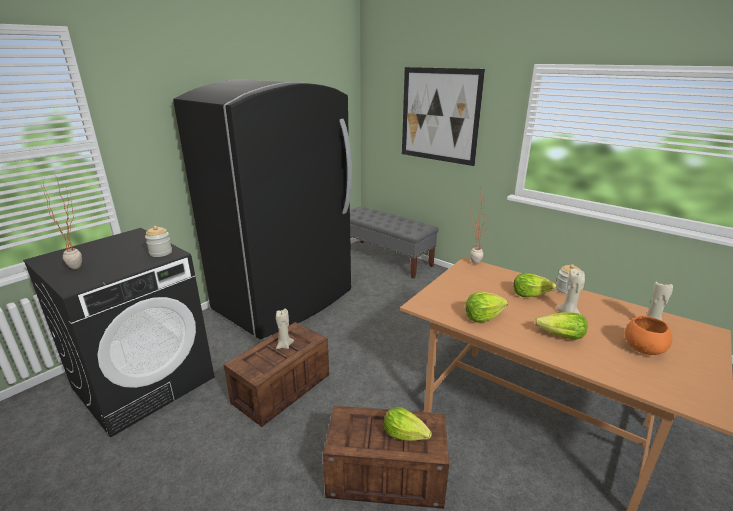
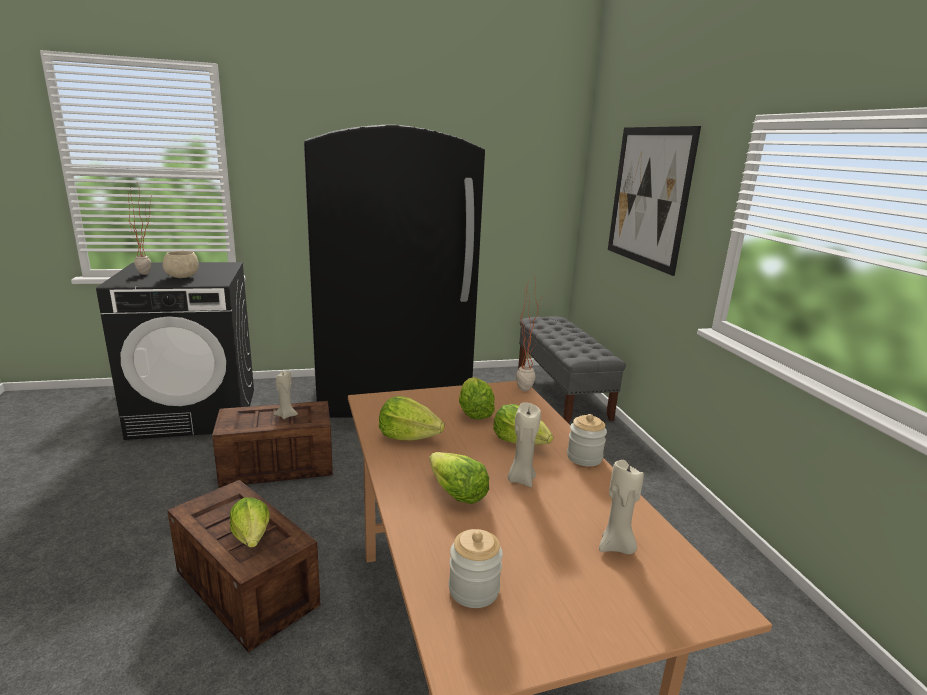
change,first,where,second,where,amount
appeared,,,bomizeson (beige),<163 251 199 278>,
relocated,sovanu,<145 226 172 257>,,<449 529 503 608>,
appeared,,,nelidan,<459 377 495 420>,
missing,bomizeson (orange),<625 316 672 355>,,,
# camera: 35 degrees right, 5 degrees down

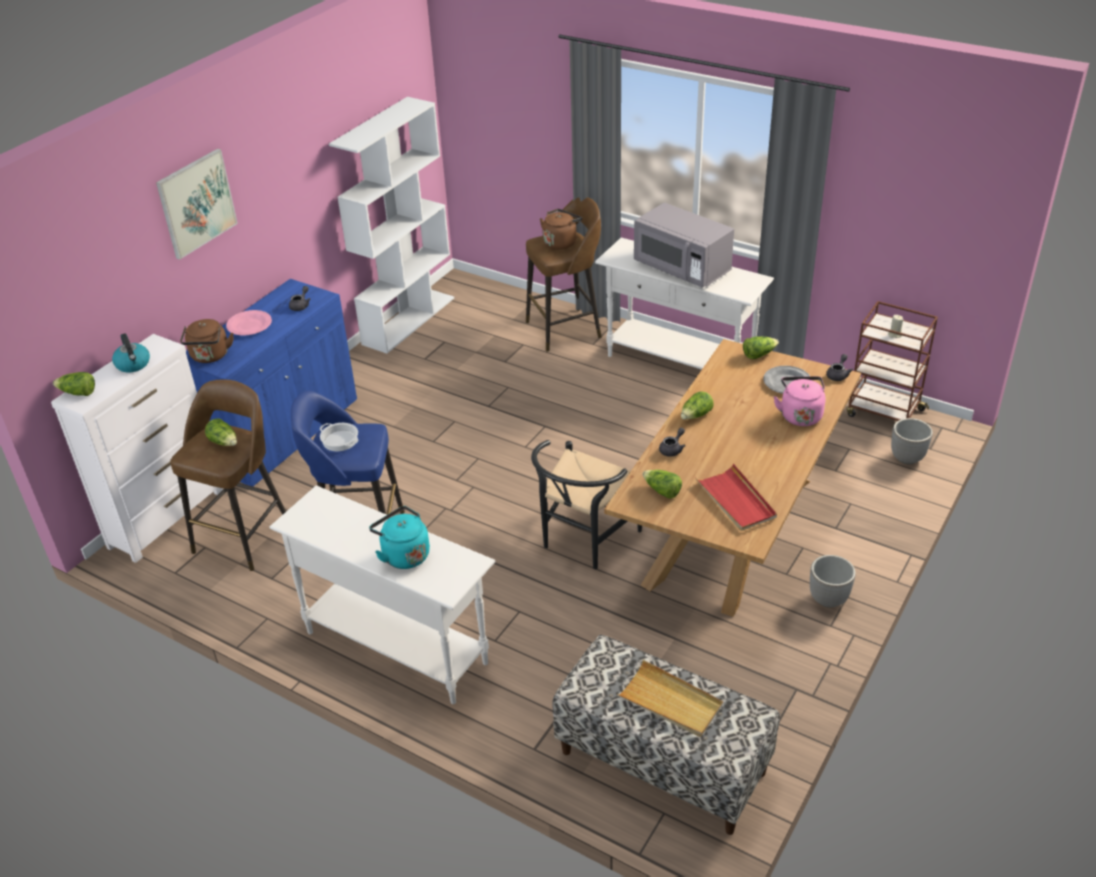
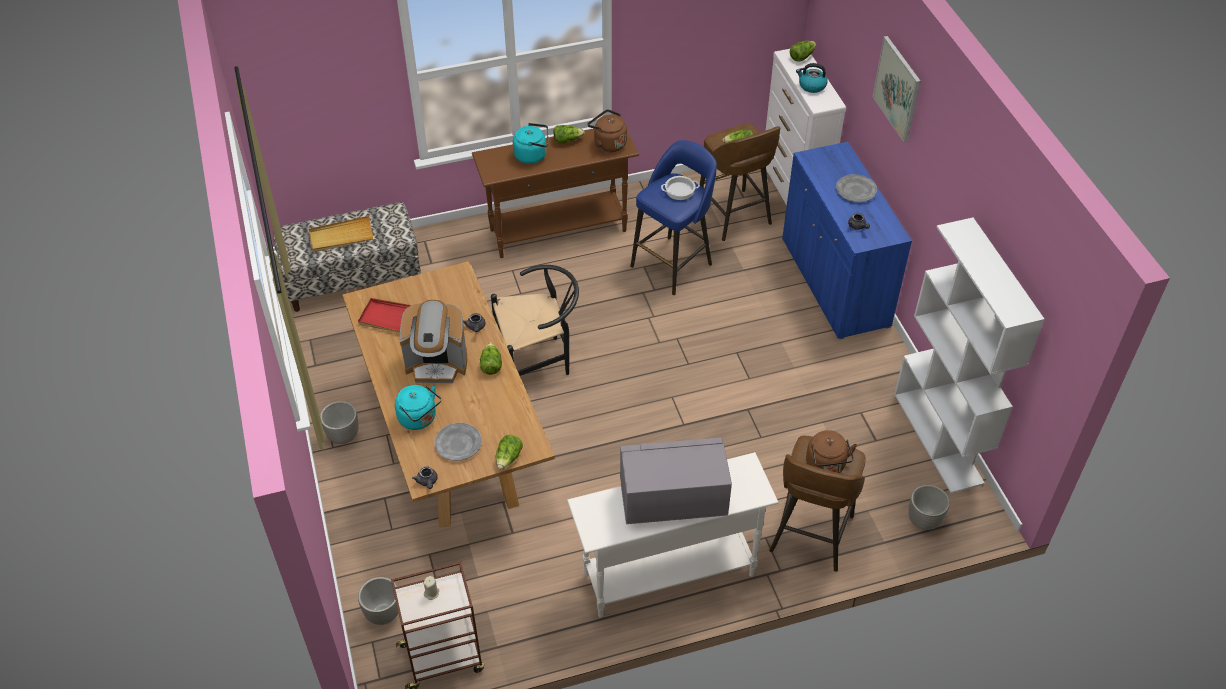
change,first,where,second,where,amount
colour,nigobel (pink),<774 376 826 426>,nigobel (turquoise),<395 385 441 430>,
appeared,,,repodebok,<400 300 467 383>,
colour,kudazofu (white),<269 485 495 704>,kudazofu (brown),<472 129 639 258>,
spun,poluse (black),<531 440 642 569>,,<491 265 579 376>,90 degrees clockwise
relocated,nelidan,<642 470 682 499>,,<554 125 585 144>,
relocated,nigobel (brown),<180 319 233 363>,,<588 110 627 152>,
colour,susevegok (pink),<226 310 272 335>,susevegok (grey),<836 174 877 202>,
appeared,,,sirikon,<908 485 950 530>,
# camera: 130 degrees right, 10 degrees up

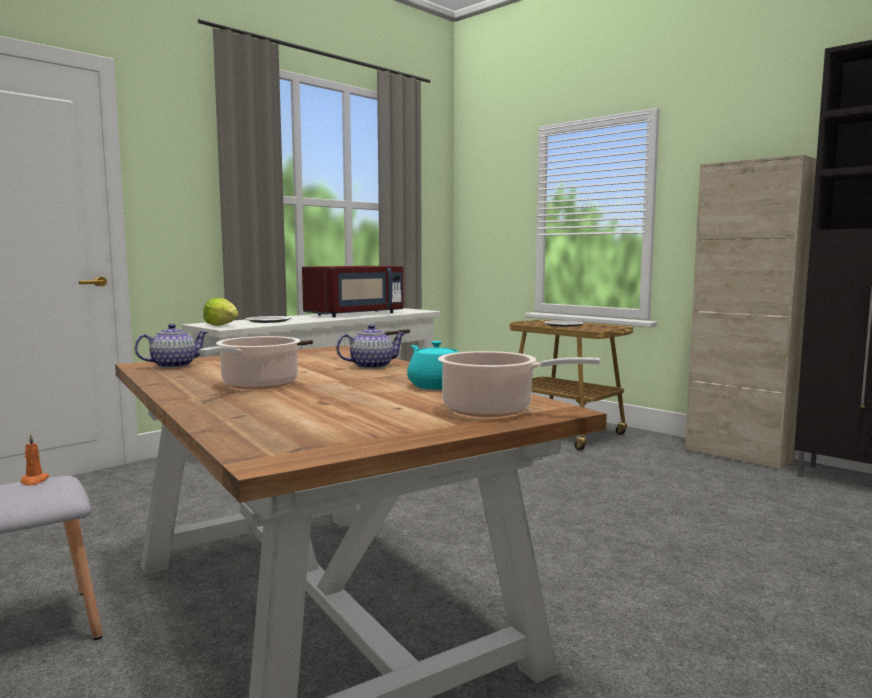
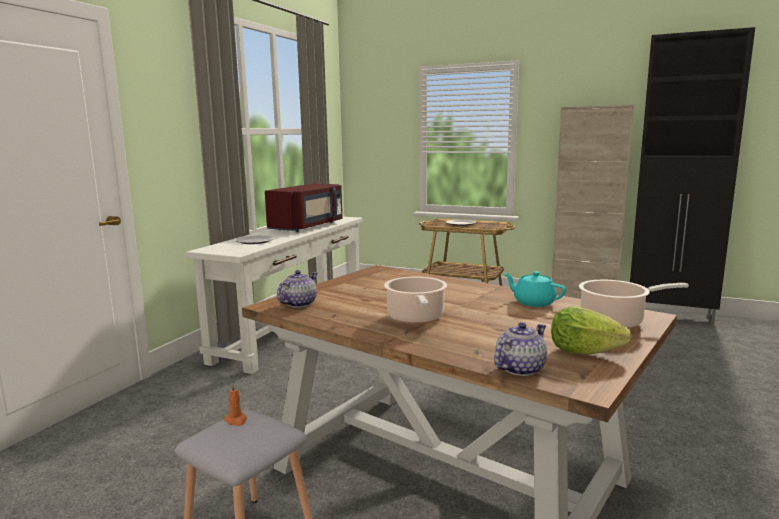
change,first,where,second,where,amount
relocated,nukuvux,<336 324 406 369>,,<494 322 547 376>,
relocated,nelidan,<203 297 239 326>,,<551 307 632 355>,
# camera: 20 degrees left, 5 degrees up

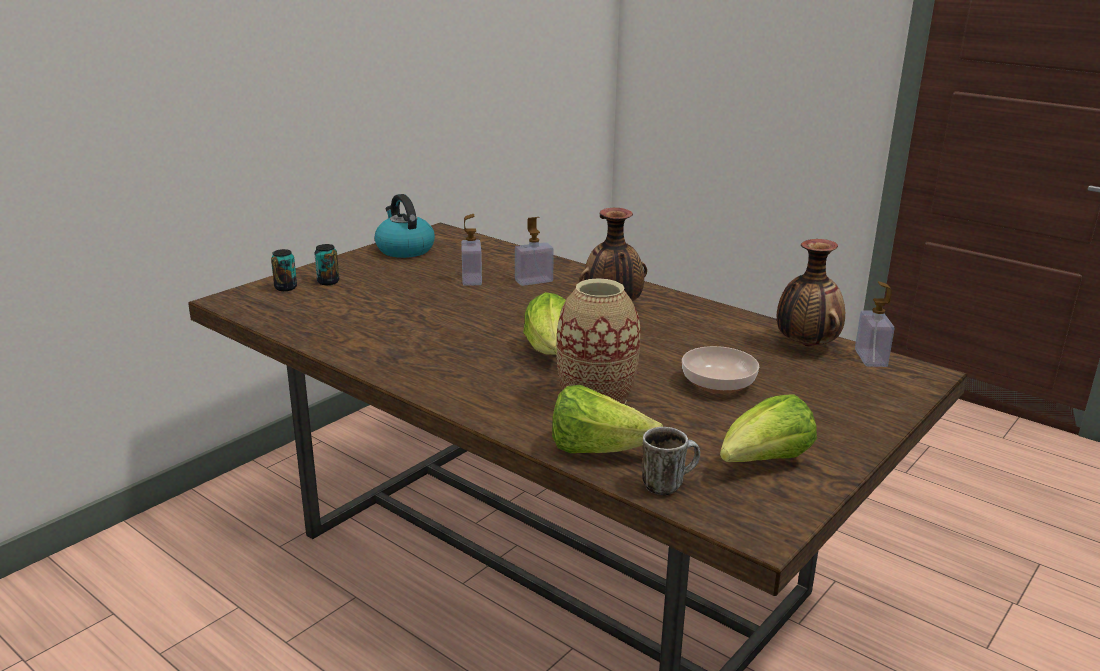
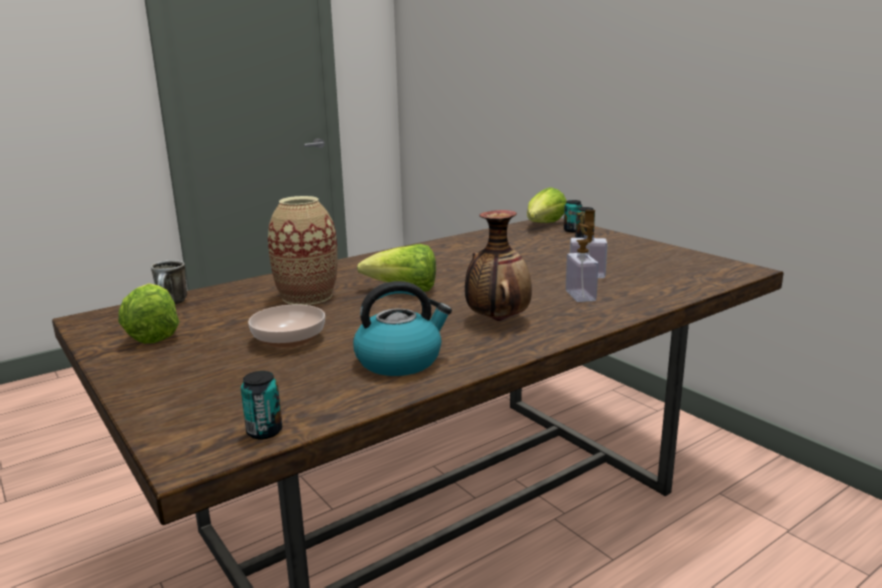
change,first,where,second,where,amount
exchanged,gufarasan,<855 281 894 367>,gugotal,<241 371 282 439>,
relocated,nigobel,<375 194 435 258>,,<353 281 452 376>,
relocated,nelidan,<552 385 663 453>,,<527 187 567 223>,
missing,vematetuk,<777 239 845 347>,,,
# camera: 105 degrees right, 5 degrees down

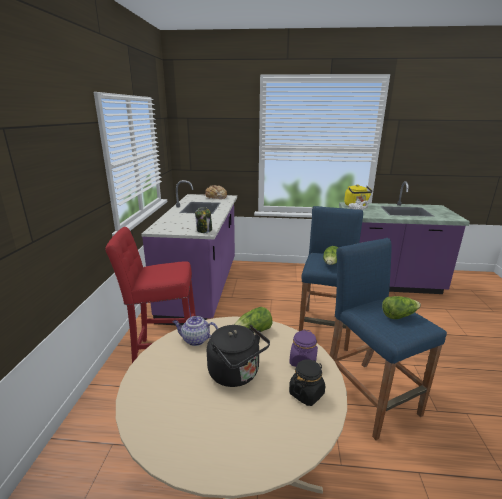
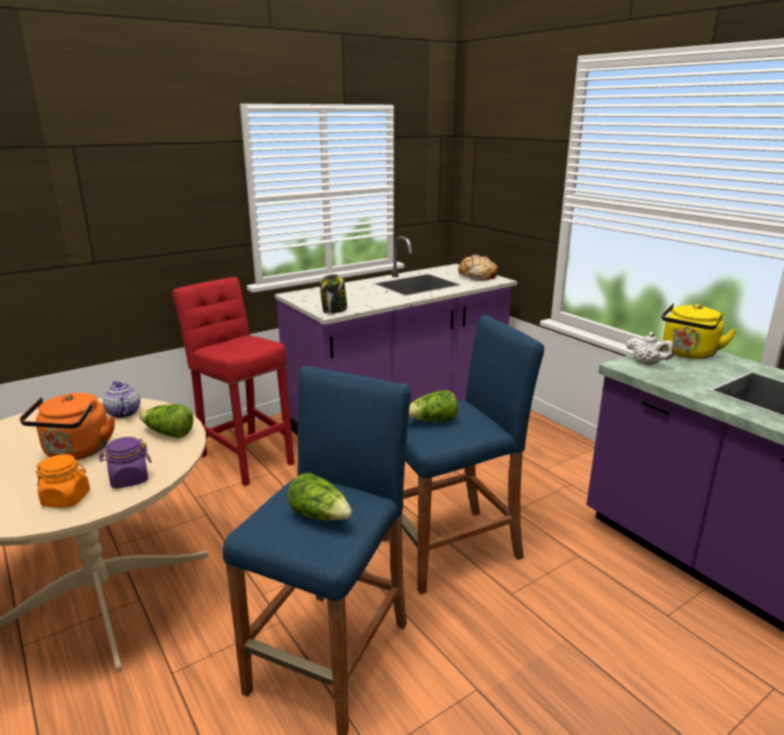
change,first,where,second,where,amount
colour,nigobel (black),<207 325 270 387>,nigobel (orange),<19 393 115 460>,
colour,sovanu (black),<289 360 325 406>,sovanu (orange),<36 454 90 508>,
# camera: 50 degrees right, 0 degrees up

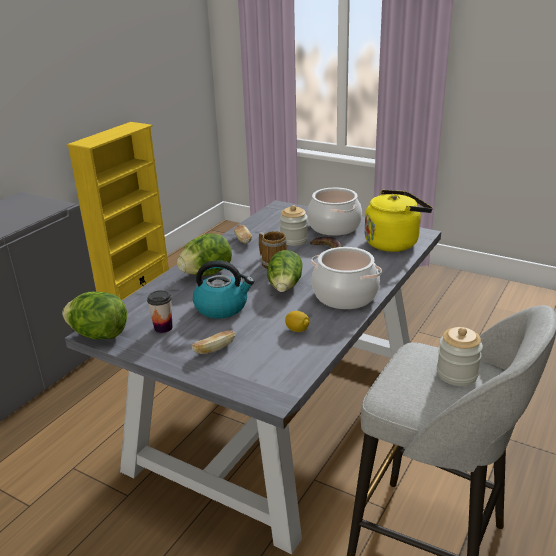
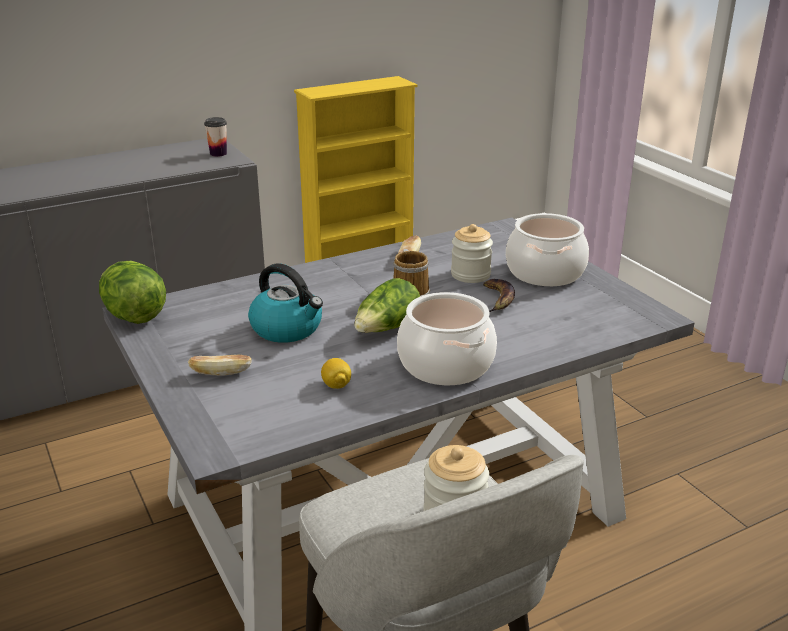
change,first,where,second,where,amount
relocated,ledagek,<147 290 172 333>,,<204 117 227 157>,
missing,nelidan,<177 233 232 276>,,,
missing,nigobel (yellow),<365 190 433 252>,,,
# camera: 30 degrees right, 0 degrees up

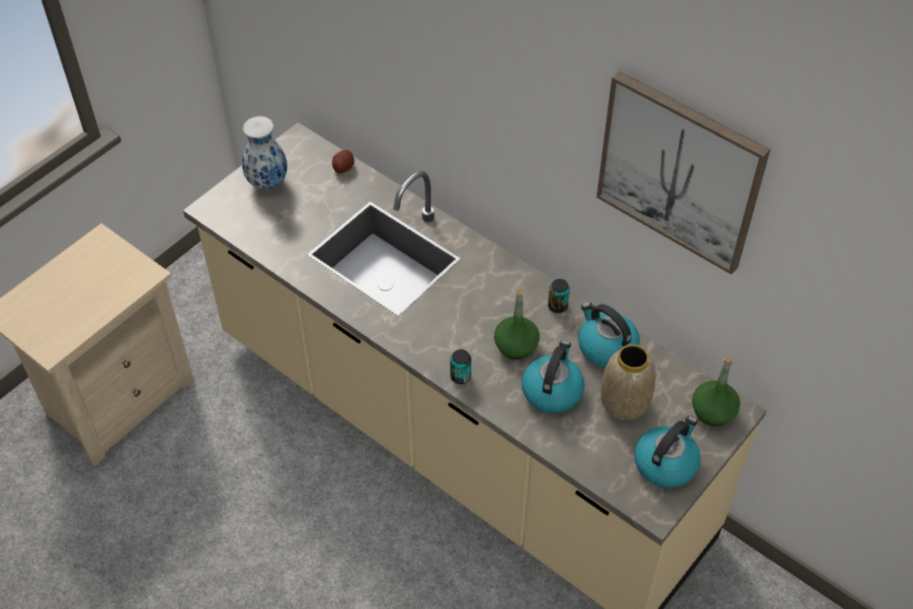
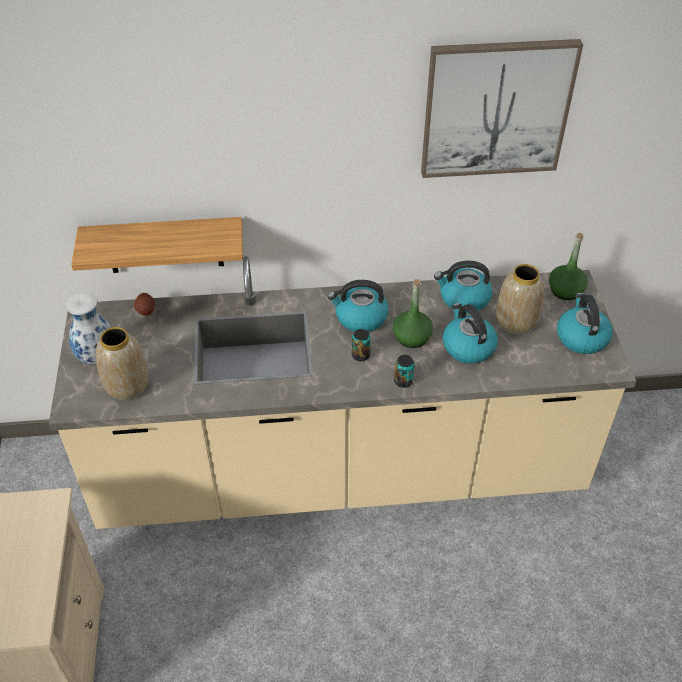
change,first,where,second,where,amount
appeared,,,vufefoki,<71 217 243 273>,
appeared,,,vematetuk,<96 327 149 400>,
appeared,,,nigobel,<328 280 389 332>,
relocated,gugotal,<548 279 570 313>,,<352 329 371 361>,
# camera: 45 degrees left, 5 degrees down

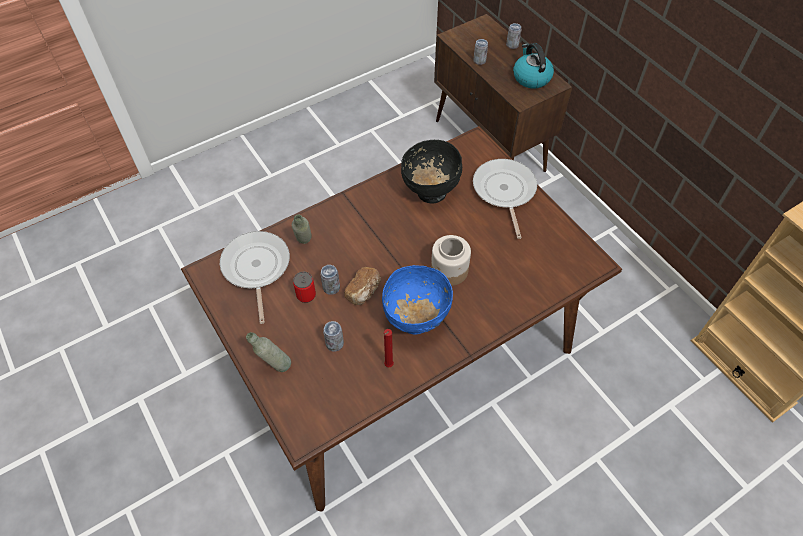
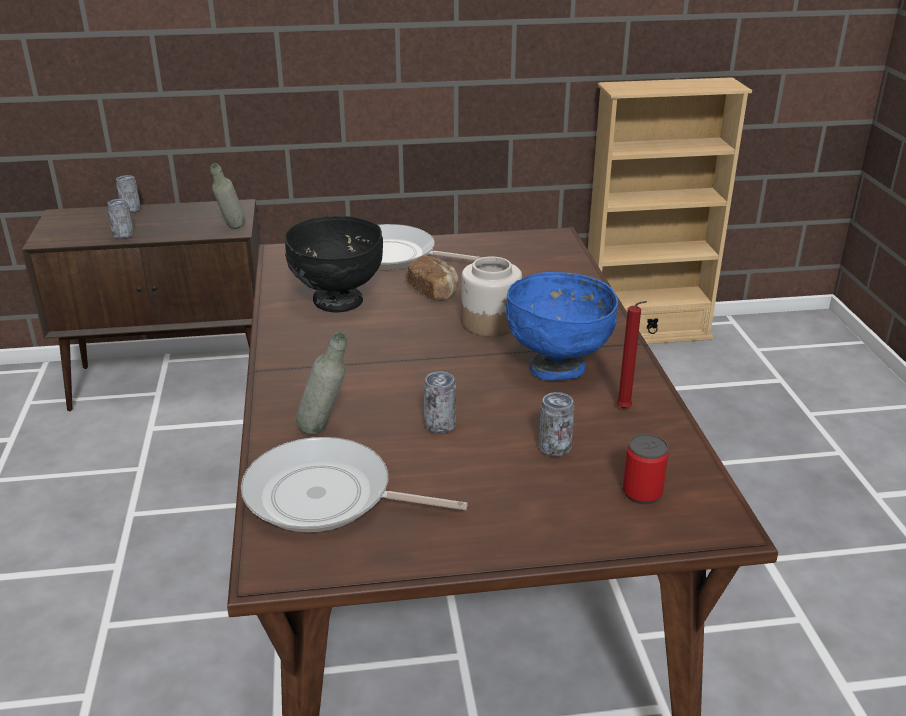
change,first,where,second,where,amount
relocated,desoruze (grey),<246 332 291 372>,,<210 163 246 229>,
relocated,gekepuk,<344 267 381 305>,,<405 256 459 300>,
relocated,gugotal,<293 272 316 303>,,<623 434 669 504>,
missing,nigobel,<513 43 554 89>,,,
# camera: 65 degrees left, 25 degrees down

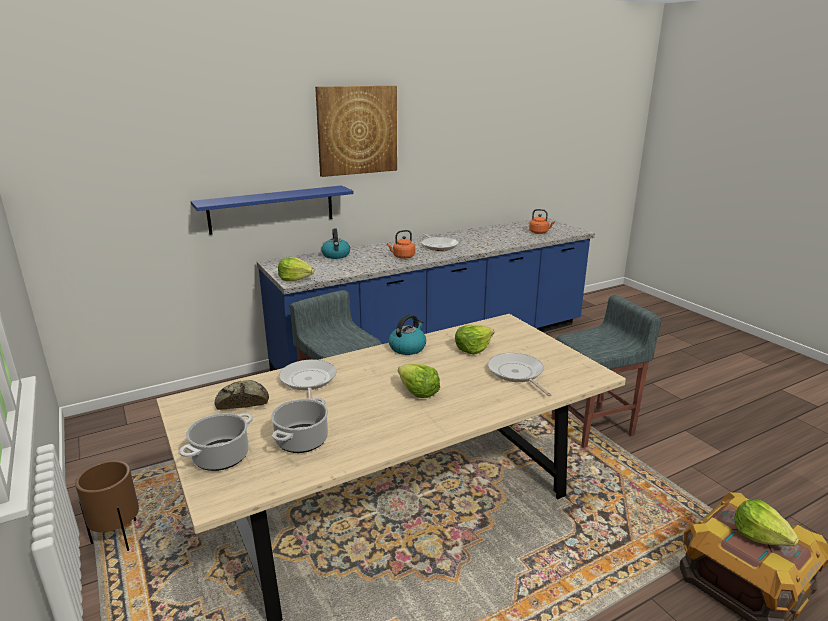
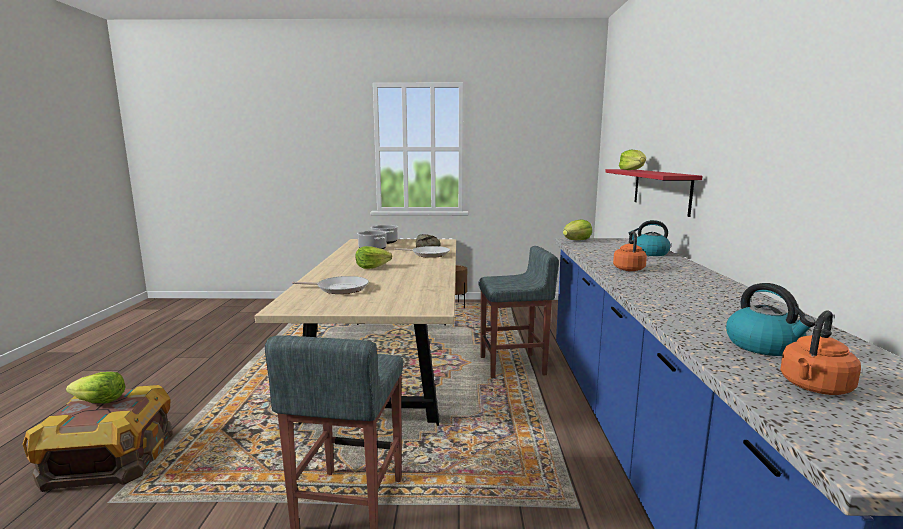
change,first,where,second,where,amount
colour,vufefoki (blue),<191 185 354 235>,vufefoki (red),<605 169 702 217>,
relocated,nelidan,<455 324 494 355>,,<619 150 646 170>,
relocated,nigobel,<389 314 426 355>,,<726 283 816 356>,
missing,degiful,<315 86 397 177>,,,
missing,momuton,<422 233 459 251>,,,
# camera: 120 degrees right, 10 degrees down

